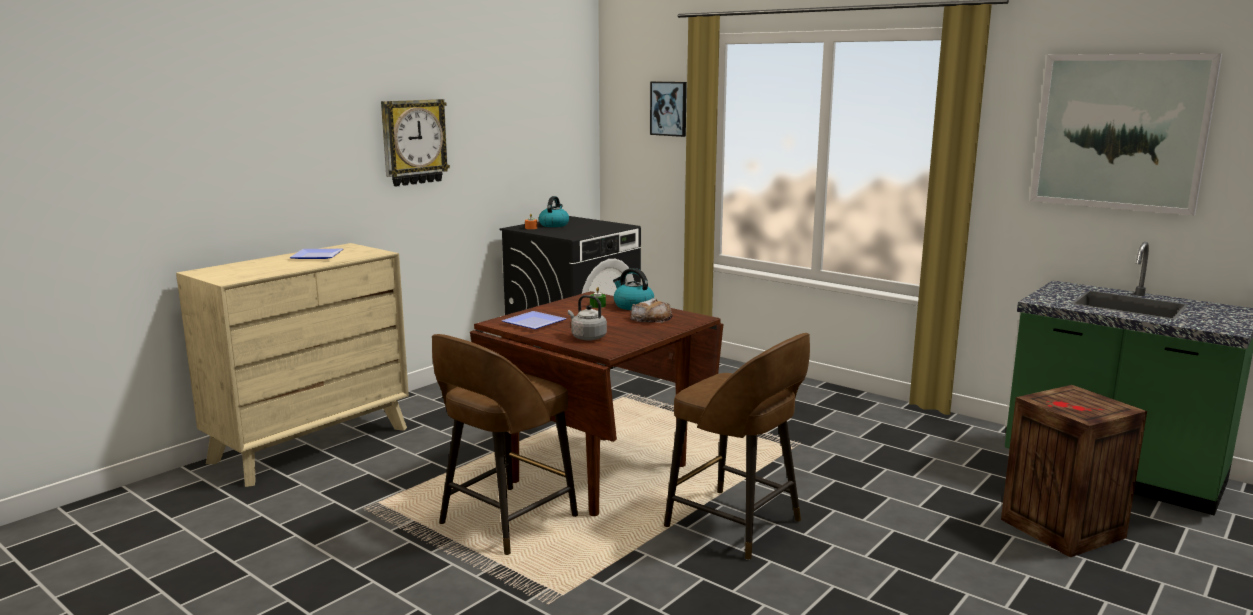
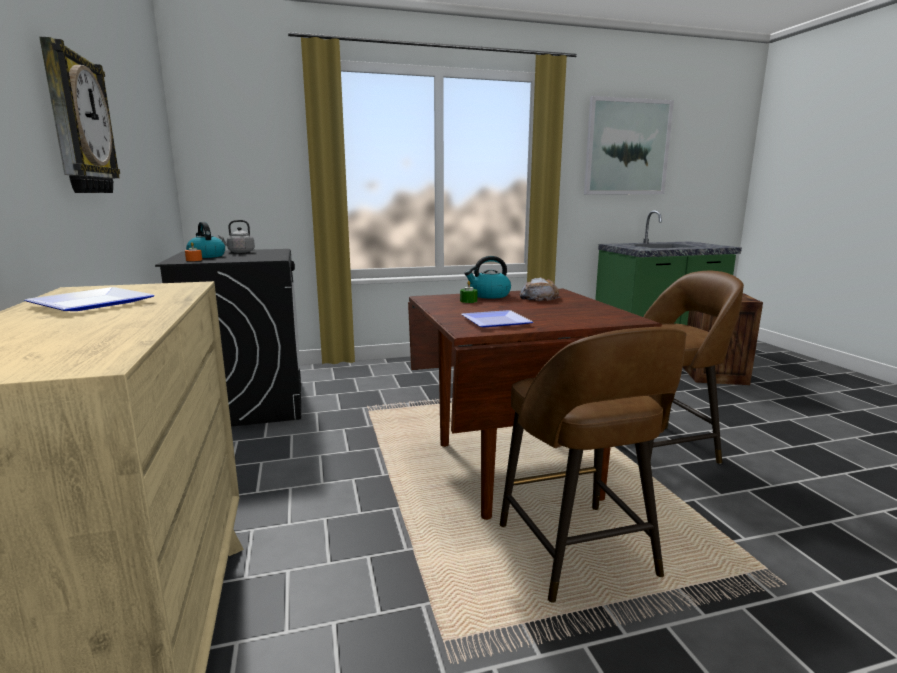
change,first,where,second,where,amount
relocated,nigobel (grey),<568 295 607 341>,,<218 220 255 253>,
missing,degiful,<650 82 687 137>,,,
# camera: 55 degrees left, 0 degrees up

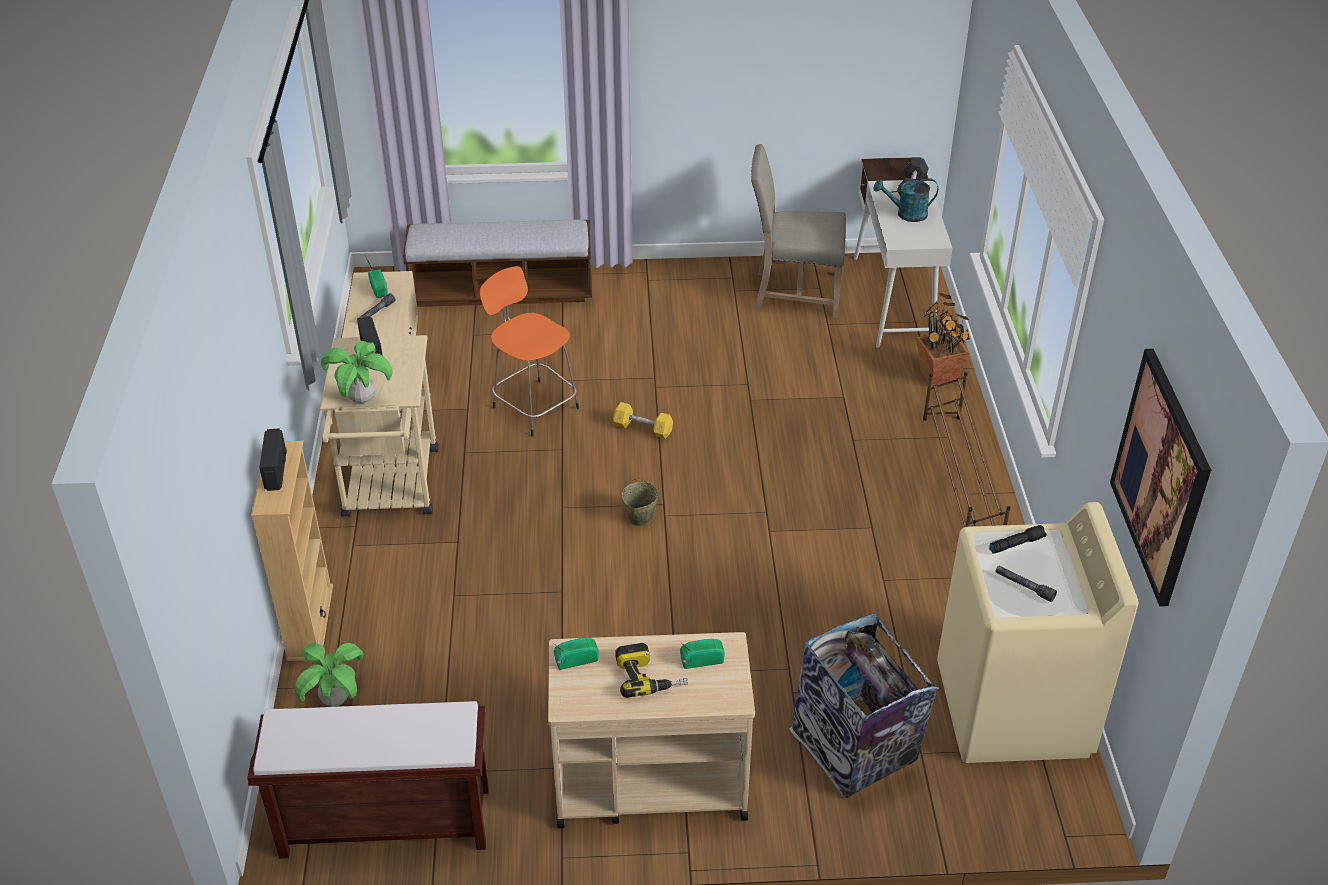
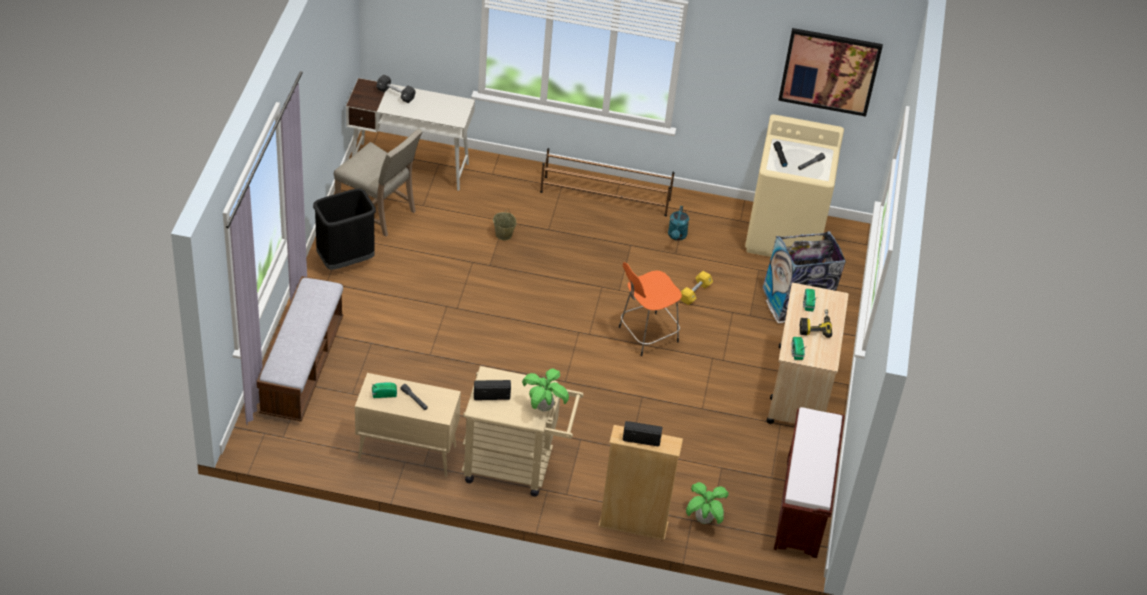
change,first,where,second,where,amount
appeared,,,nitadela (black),<313 189 376 270>,
spun,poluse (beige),<751 144 846 318>,,<334 129 422 237>,75 degrees counterclockwise
relocated,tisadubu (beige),<622 478 659 526>,,<493 209 516 240>,
relocated,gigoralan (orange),<479 266 579 437>,,<619 262 682 356>,
relocated,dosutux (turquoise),<873 178 938 222>,,<668 206 689 241>,
relocated,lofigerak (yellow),<613 402 673 439>,,<681 271 713 305>,
missing,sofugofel,<917 293 970 387>,,,
# camera: 80 degrees left, 5 degrees up

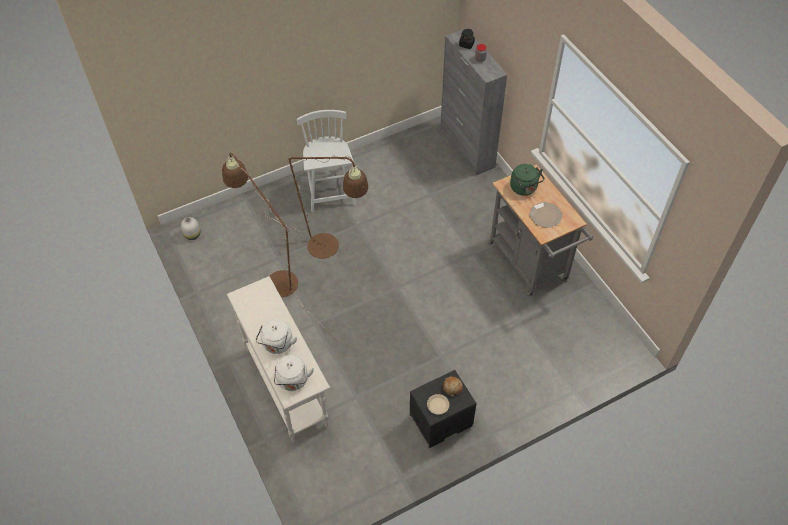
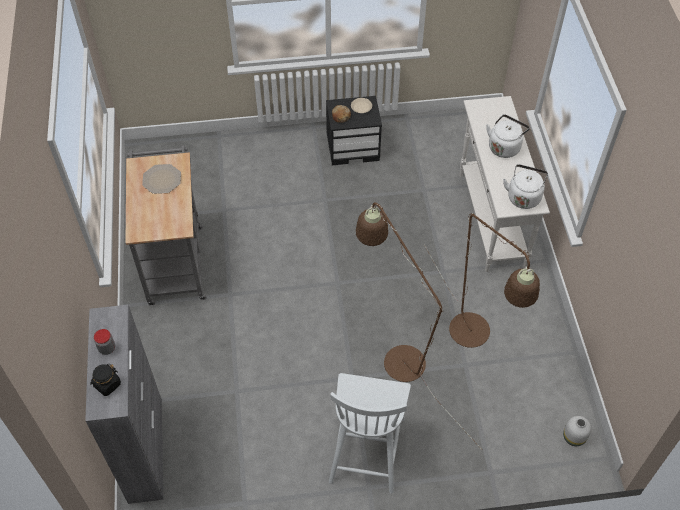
change,first,where,second,where,amount
relocated,nigobel (white),<274 355 314 391>,,<503 164 548 209>,
missing,nigobel (green),<510 164 545 196>,,,
# camera: 160 degrees left, 0 degrees up

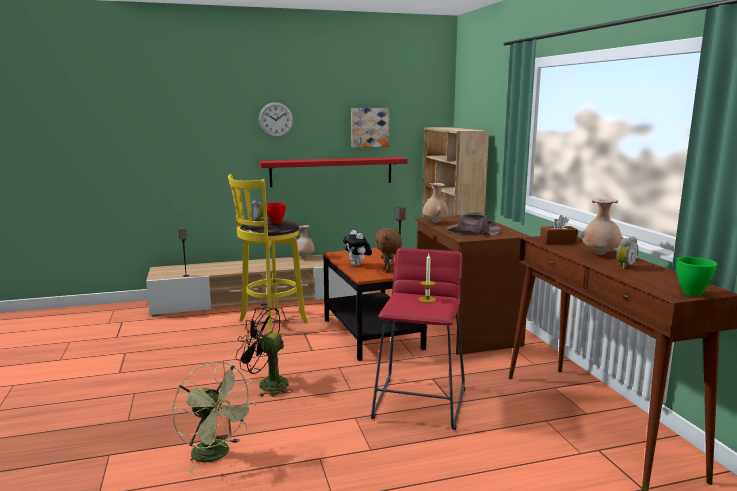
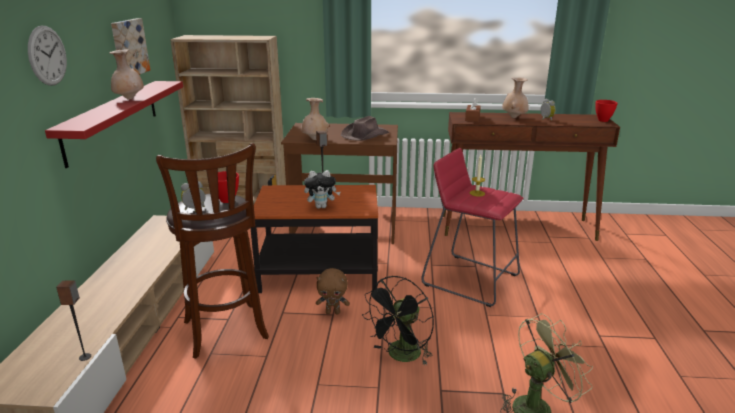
change,first,where,second,where,amount
relocated,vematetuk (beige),<297 225 315 258>,,<109 50 144 100>,
colour,gigoralan (yellow),<228 174 308 332>,gigoralan (brown),<156 143 269 359>,
relocated,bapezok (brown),<375 228 402 272>,,<316 268 350 314>,
colour,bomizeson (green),<676 257 718 296>,bomizeson (red),<595 100 618 122>,
# camera: 70 degrees left, 10 degrees up

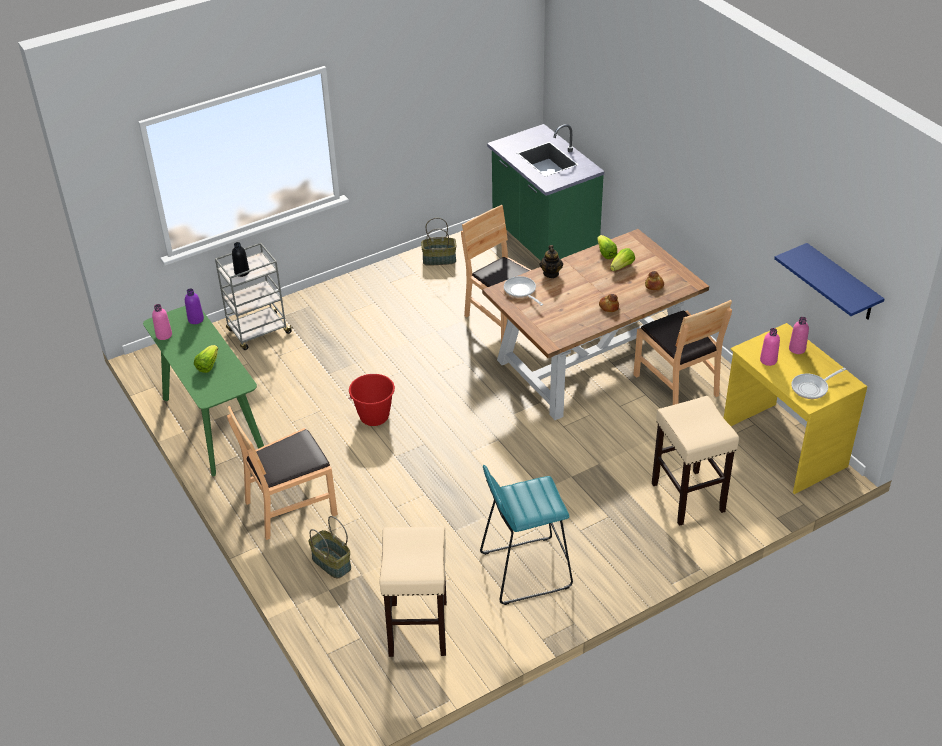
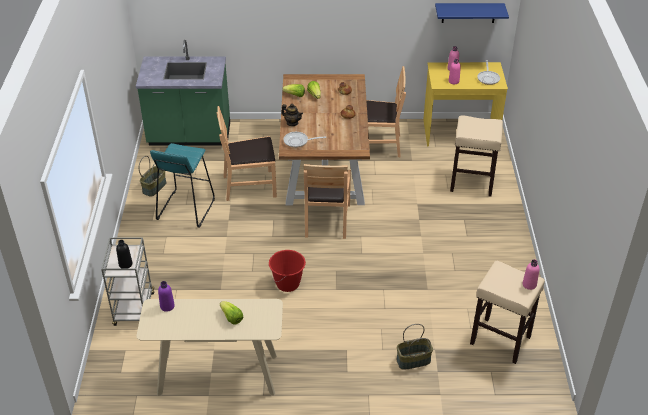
change,first,where,second,where,amount
colour,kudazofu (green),<143 306 264 476>,kudazofu (beige),<136 299 283 396>,
relocated,gigoralan (turquoise),<480 465 573 605>,,<150 143 215 228>,
relocated,poluse (brown),<227 406 338 540>,,<304 164 351 239>,
relocated,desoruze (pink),<152 304 172 340>,,<523 259 540 290>,
# camera: 60 degrees left, 0 degrees up

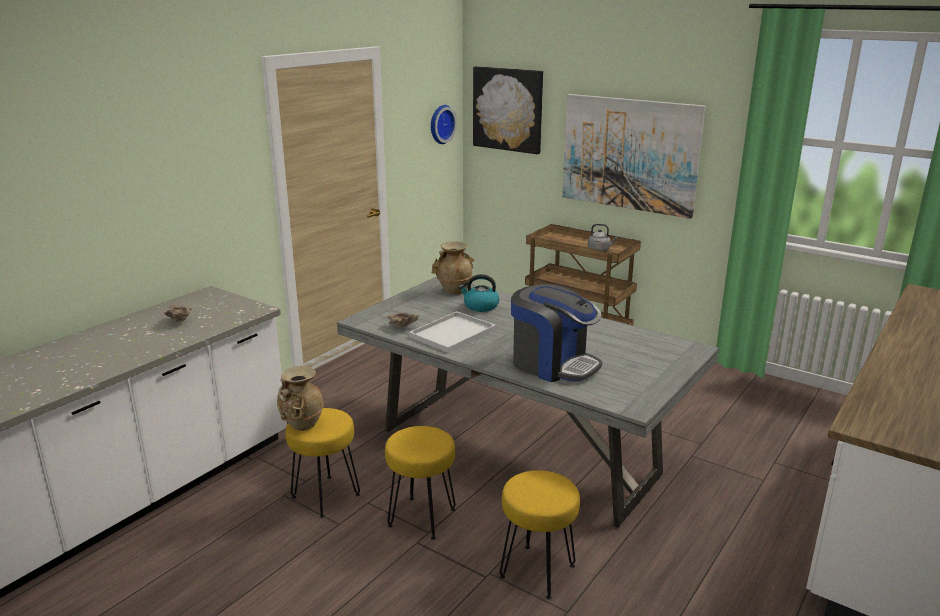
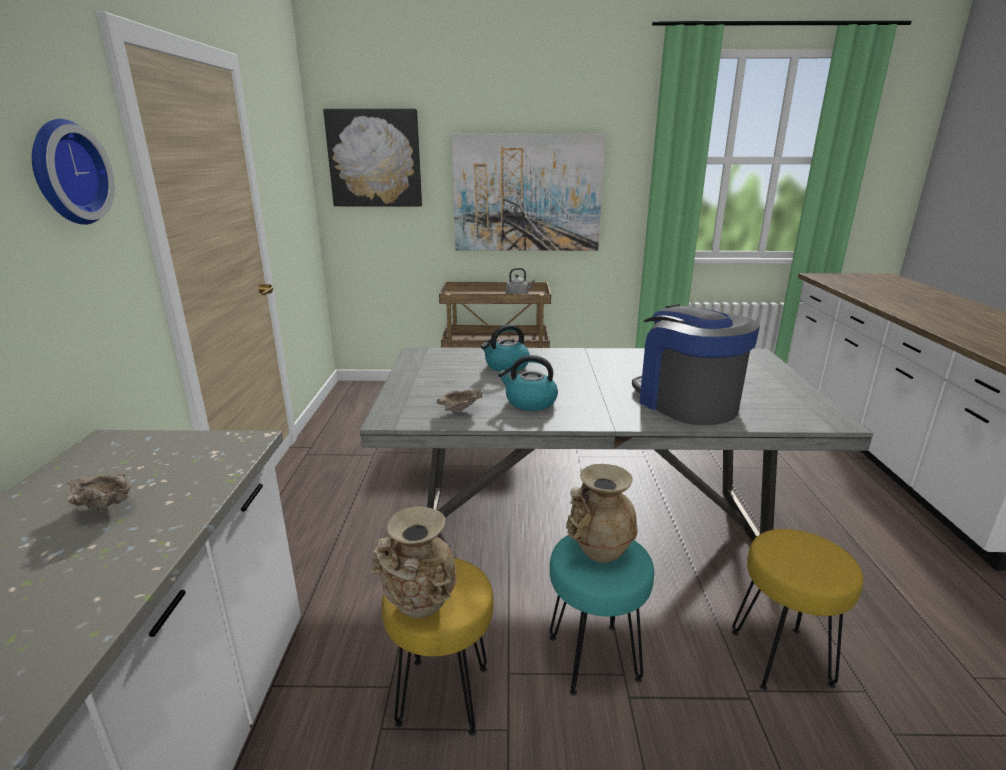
change,first,where,second,where,amount
relocated,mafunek,<431 105 457 144>,,<32 119 115 225>,
exchanged,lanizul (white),<409 311 496 353>,nigobel,<498 355 558 411>,
colour,gigoralan (yellow),<385 426 456 540>,gigoralan (turquoise),<550 535 654 696>,
relocated,vematetuk (beige),<431 241 474 295>,,<566 464 638 563>,
spun,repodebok,<511 284 602 382>,,<632 304 760 425>,120 degrees counterclockwise
# camera: 35 degrees left, 0 degrees up

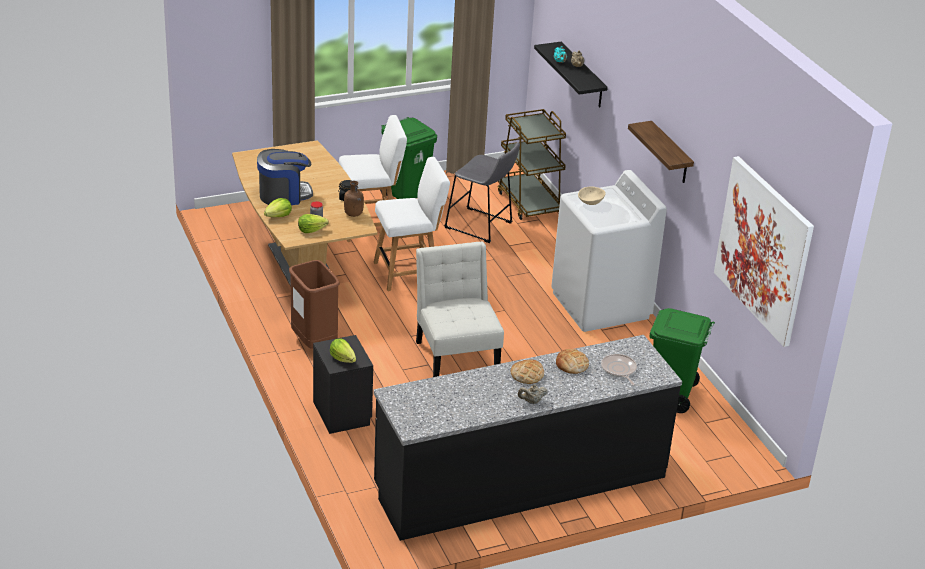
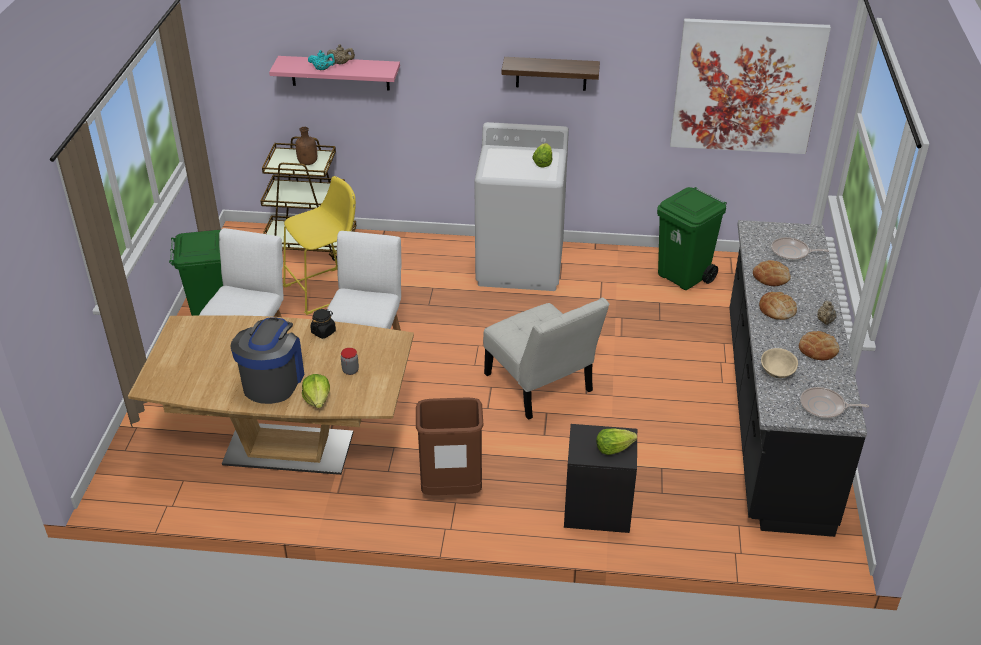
change,first,where,second,where,amount
colour,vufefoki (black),<534 42 608 108>,vufefoki (pink),<269 56 400 91>,
colour,gigoralan (grey),<444 142 520 243>,gigoralan (yellow),<283 176 356 315>,
relocated,desoruze (brown),<344 181 364 217>,,<295 127 317 165>,
spun,poluse (white),<416 241 504 377>,,<483 298 610 420>,135 degrees counterclockwise
relocated,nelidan,<298 214 329 233>,,<532 143 553 168>,
relocated,bomizeson (beige),<578 186 606 205>,,<761 348 798 378>,
appeared,,,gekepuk,<799 331 839 360>,
appeared,,,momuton,<800 387 869 419>,
# camera: 60 degrees left, 5 degrees up

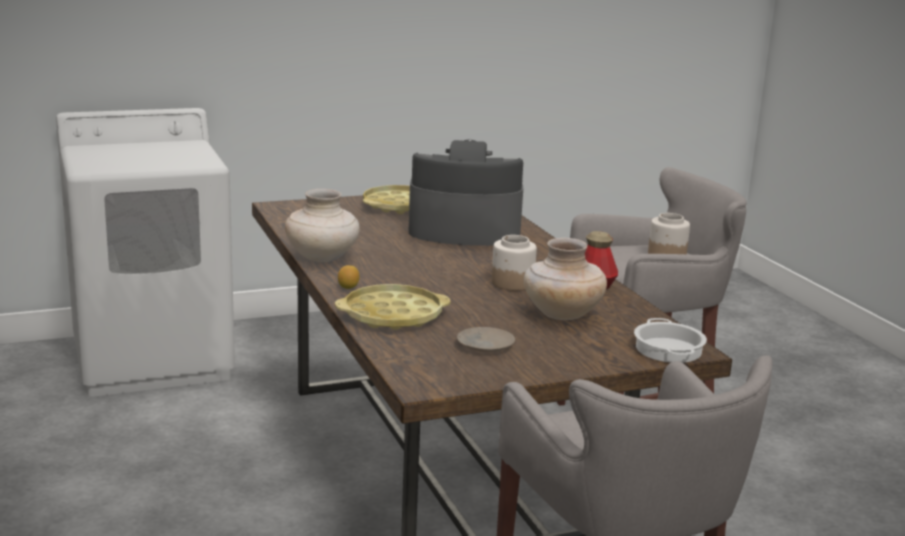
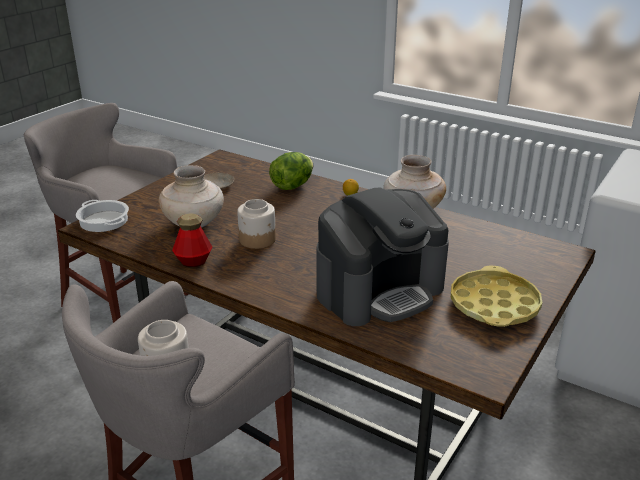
change,first,where,second,where,amount
exchanged,lanizul (yellow),<335 284 451 330>,nelidan,<269 152 313 190>,
# camera: 145 degrees right, 10 degrees up

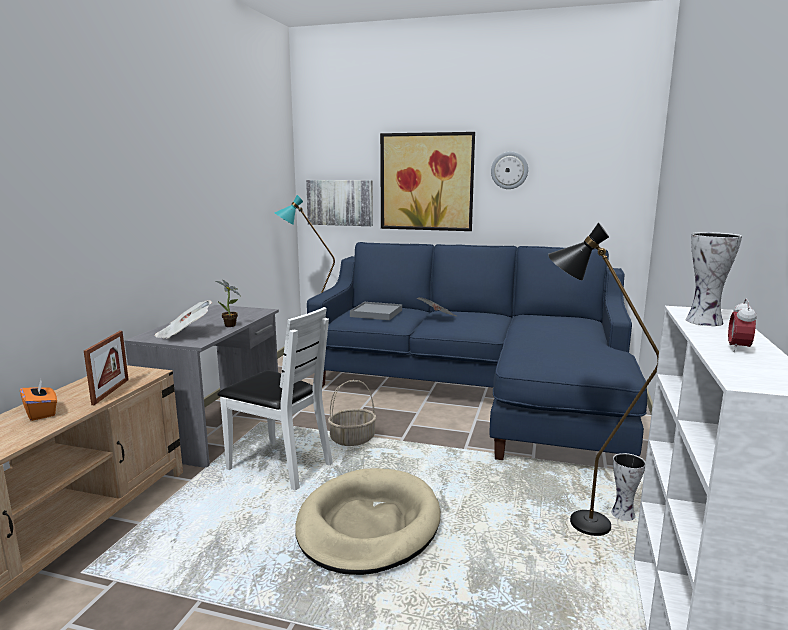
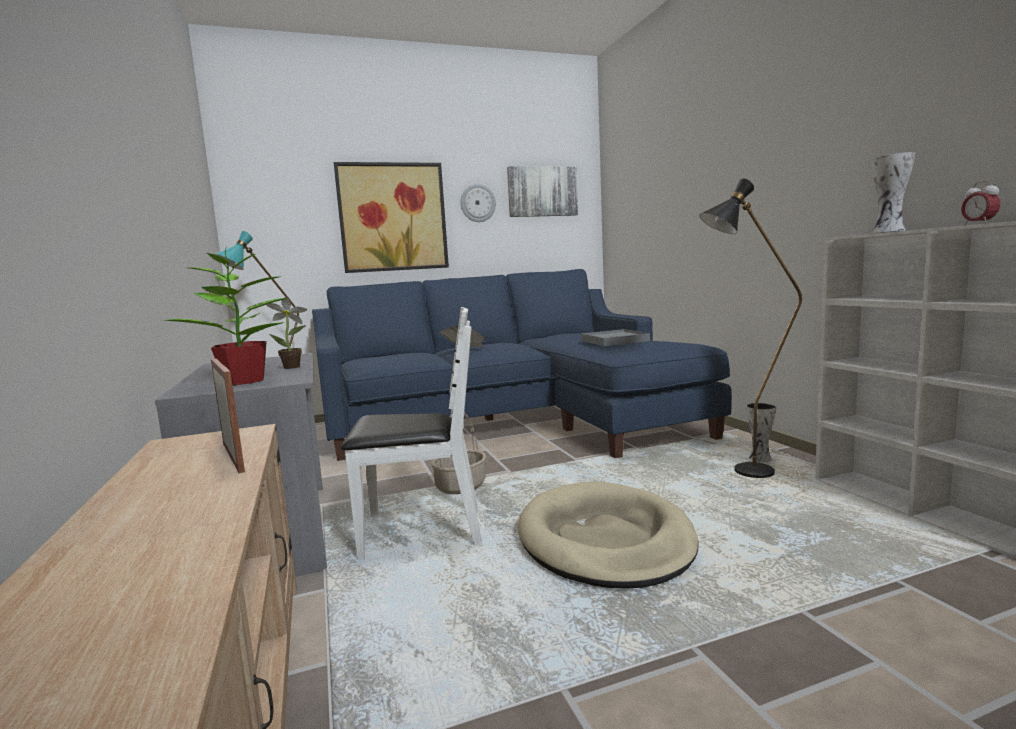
change,first,where,second,where,amount
exchanged,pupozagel,<154 300 212 339>,sofugofel,<163 246 288 385>,
relocated,degiful,<306 180 373 226>,,<507 166 578 217>,
relocated,lanizul (grey),<350 302 402 320>,,<581 329 650 346>,
missing,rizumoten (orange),<20 379 57 421>,,,
# camera: 35 degrees left, 5 degrees down

